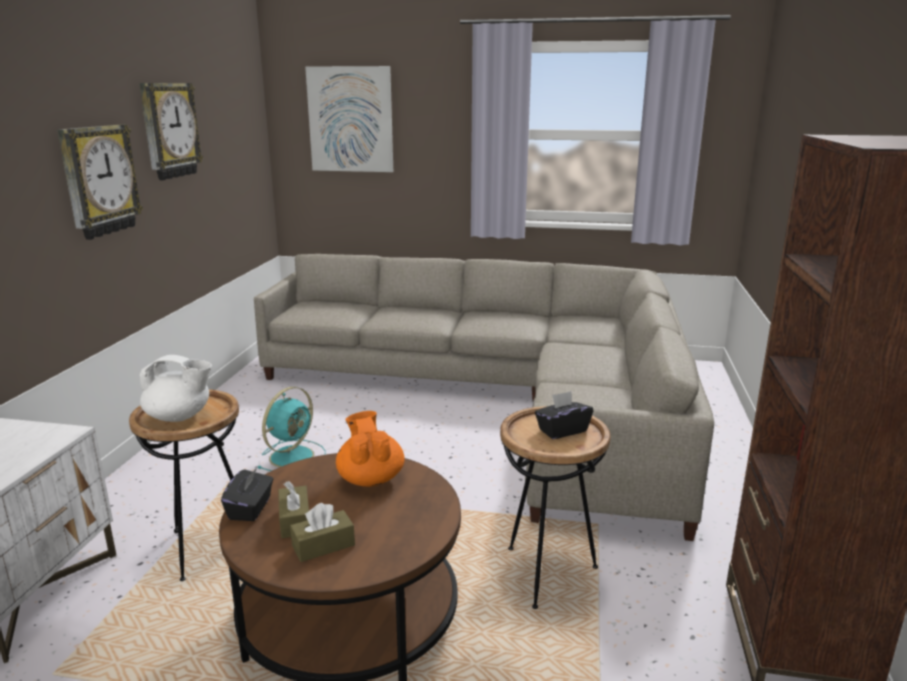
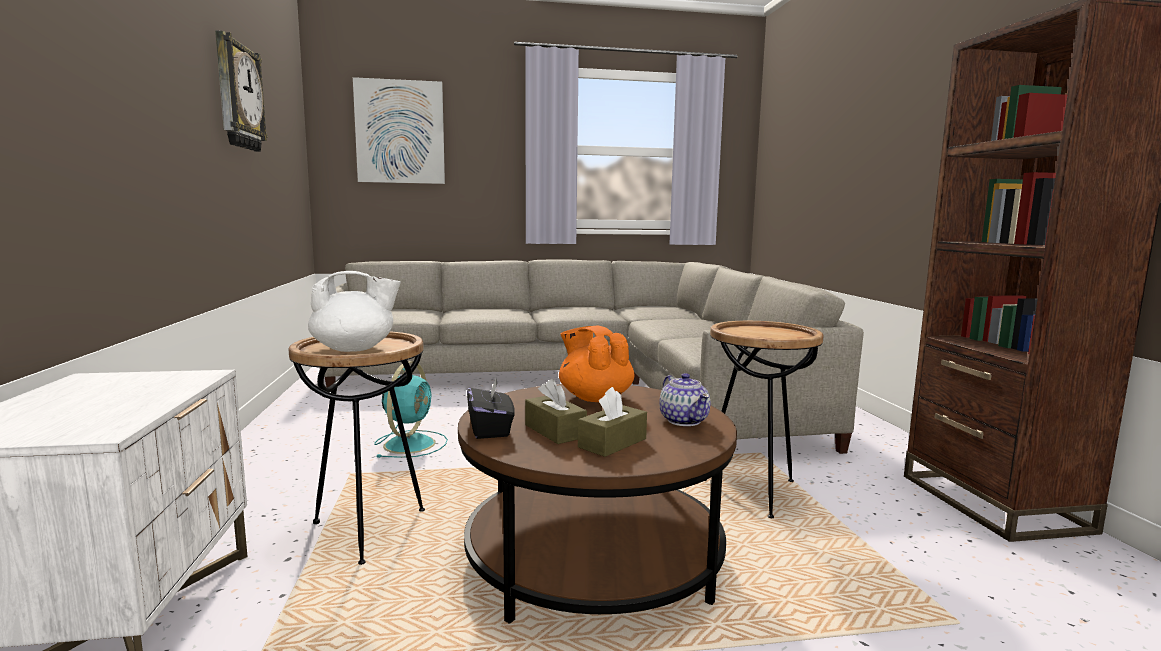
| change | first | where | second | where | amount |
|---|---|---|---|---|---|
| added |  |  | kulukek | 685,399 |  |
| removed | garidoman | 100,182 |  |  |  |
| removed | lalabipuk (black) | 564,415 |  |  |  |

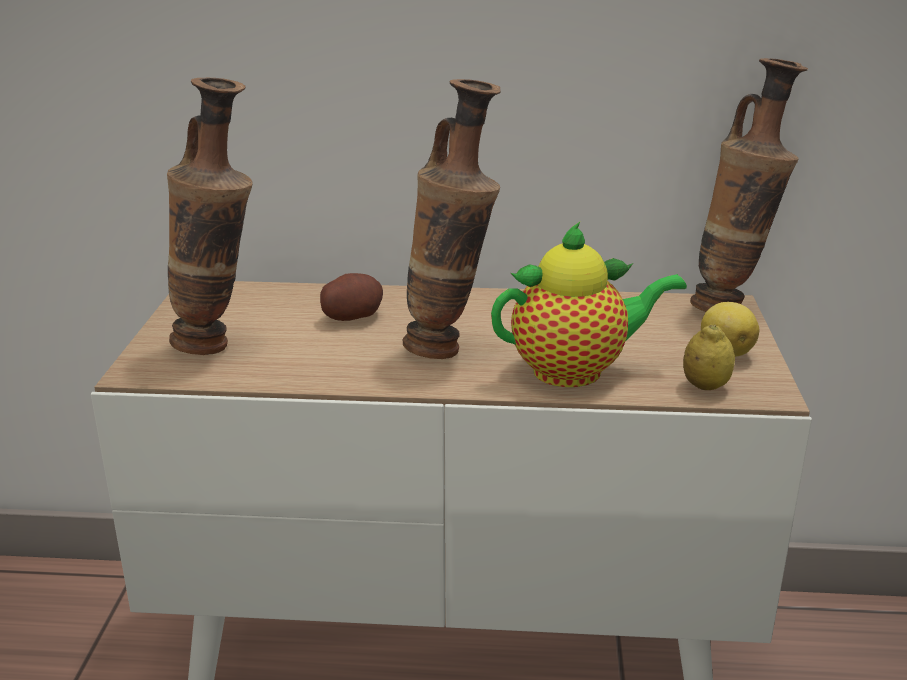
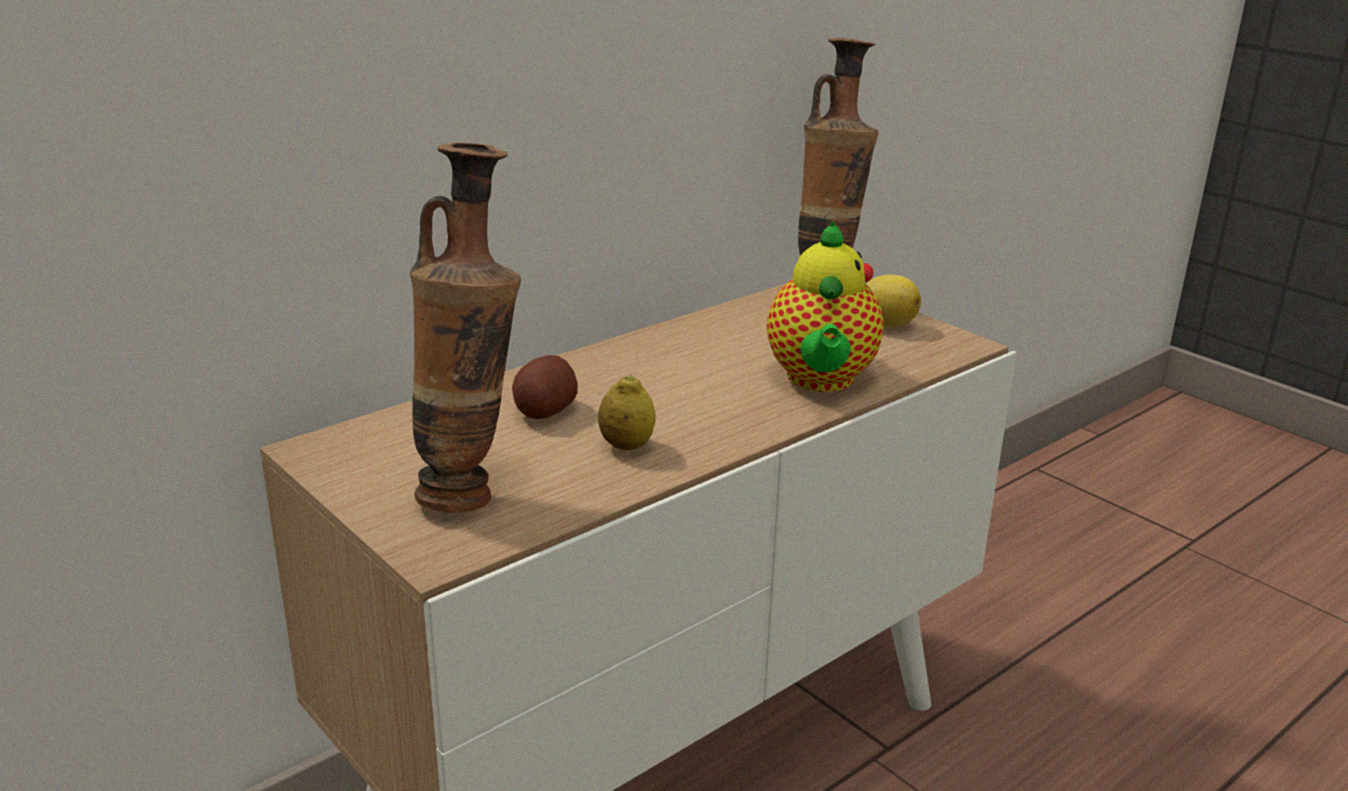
| change | first | where | second | where | amount |
|---|---|---|---|---|---|
| moved | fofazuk | 709,357 |  | 627,412 |  |
| turned | kulukek | 589,304 |  | 825,306 | 150 degrees clockwise |
| removed | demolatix | 451,219 |  |  |  |

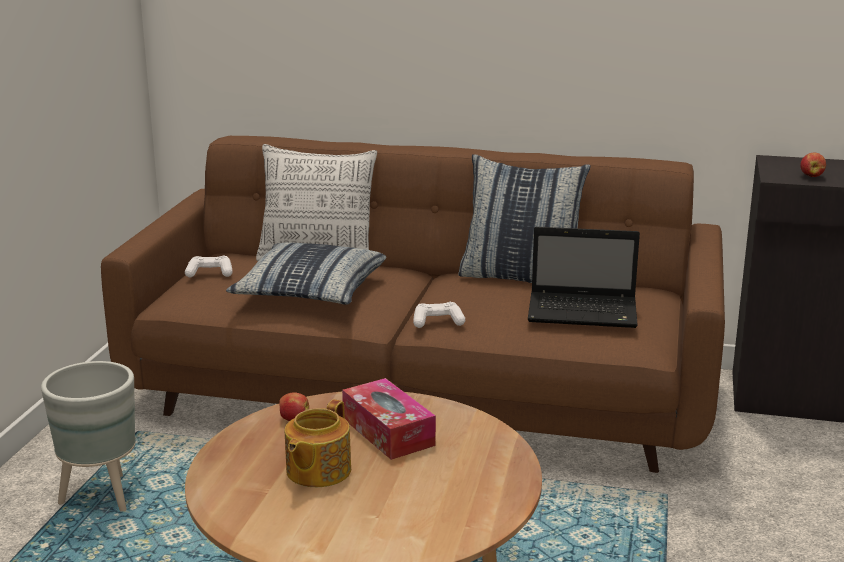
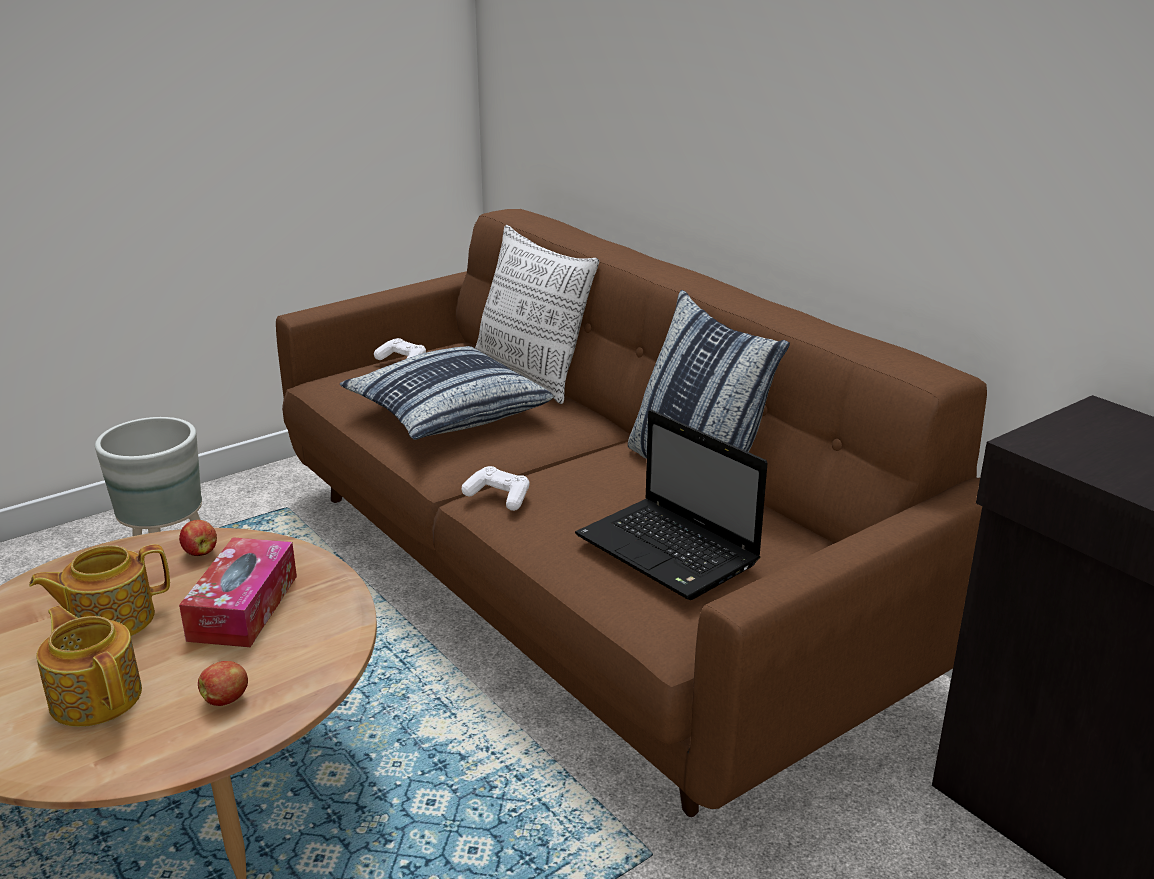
| change | first | where | second | where | amount |
|---|---|---|---|---|---|
| added |  |  | kulukek | 89,666 |  |
| moved | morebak | 813,165 |  | 223,683 |  |

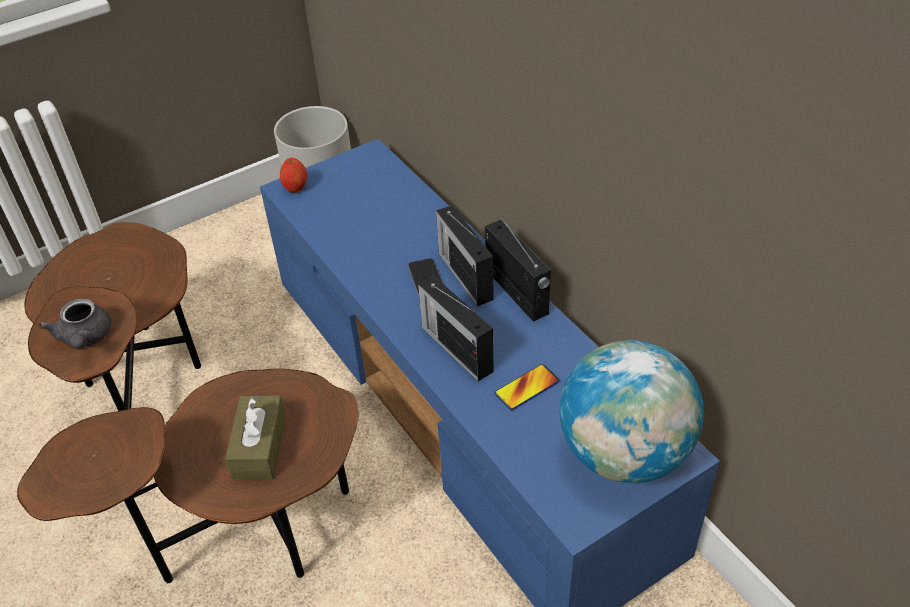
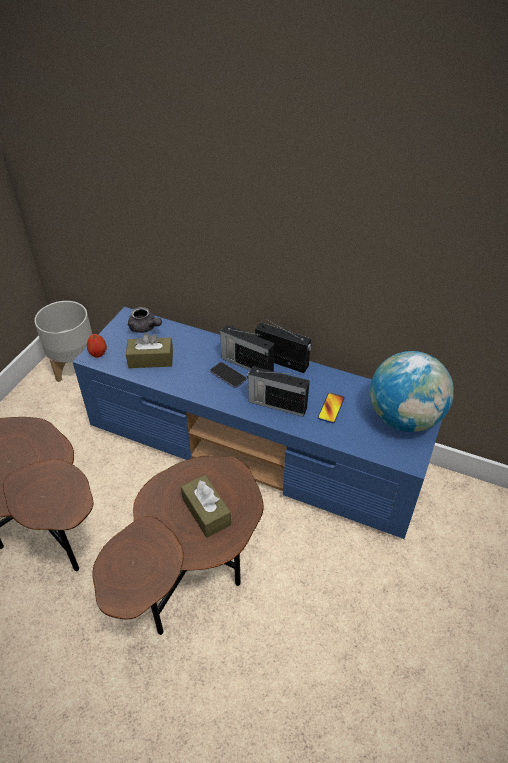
| change | first | where | second | where | amount |
|---|---|---|---|---|---|
| added |  |  | lalabipuk (brown) | 149,350 |  |
| moved | kulukek (grey) | 75,324 |  | 144,320 |  |

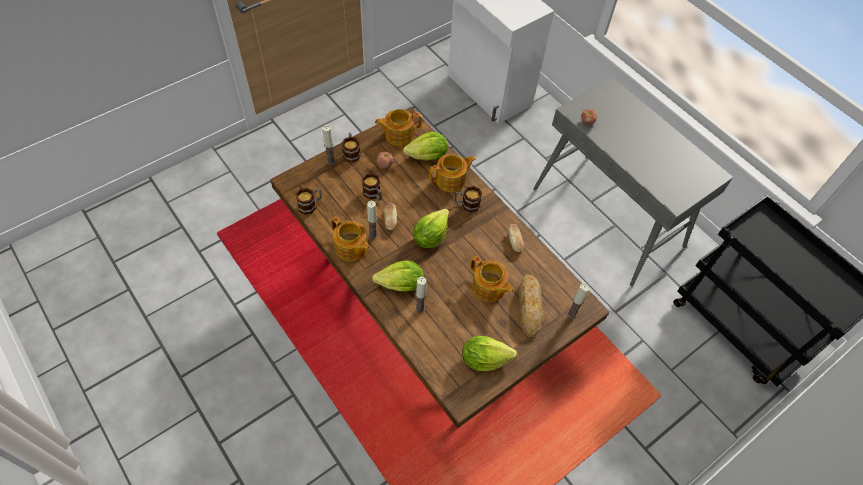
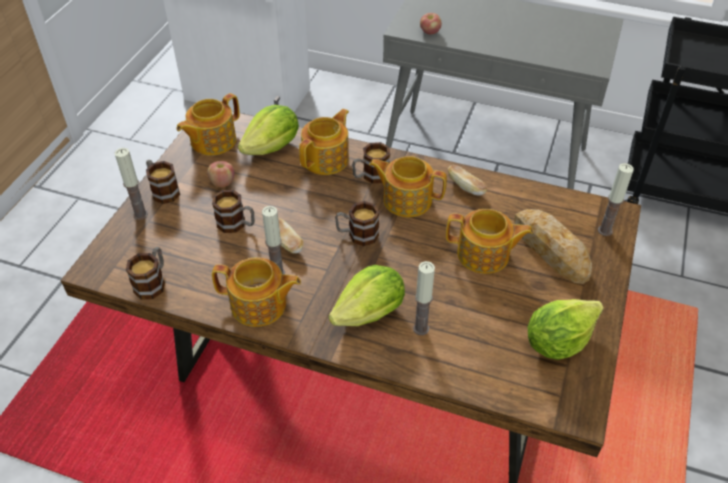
| change | first | where | second | where | amount |
|---|---|---|---|---|---|
| replaced | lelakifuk | 431,228 | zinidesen | 357,223 |  |
| added |  |  | kulukek | 408,186 |  |

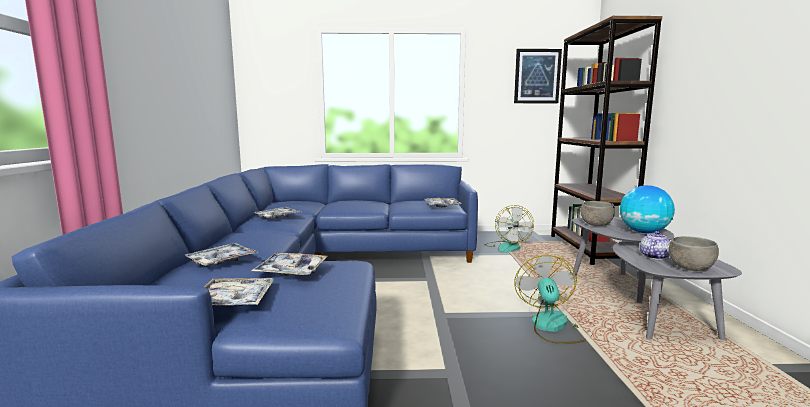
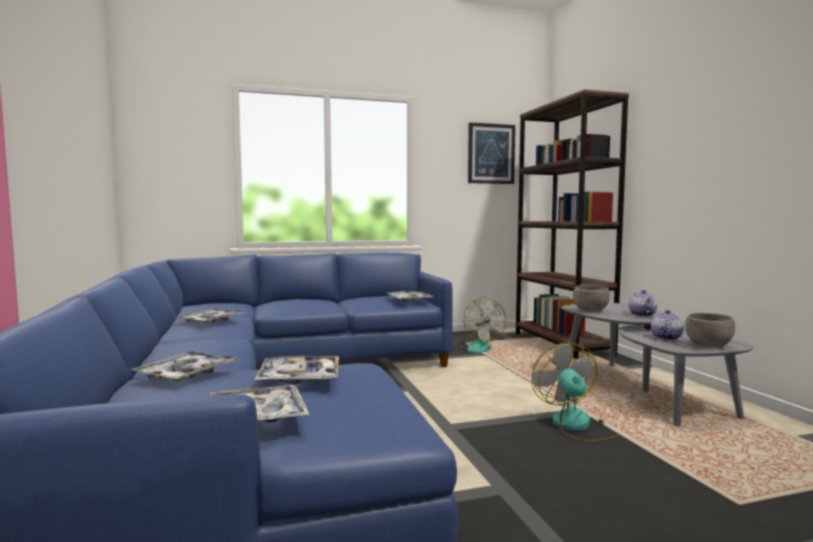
| change | first | where | second | where | amount |
|---|---|---|---|---|---|
| replaced | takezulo | 647,209 | kulukek | 643,303 |  |

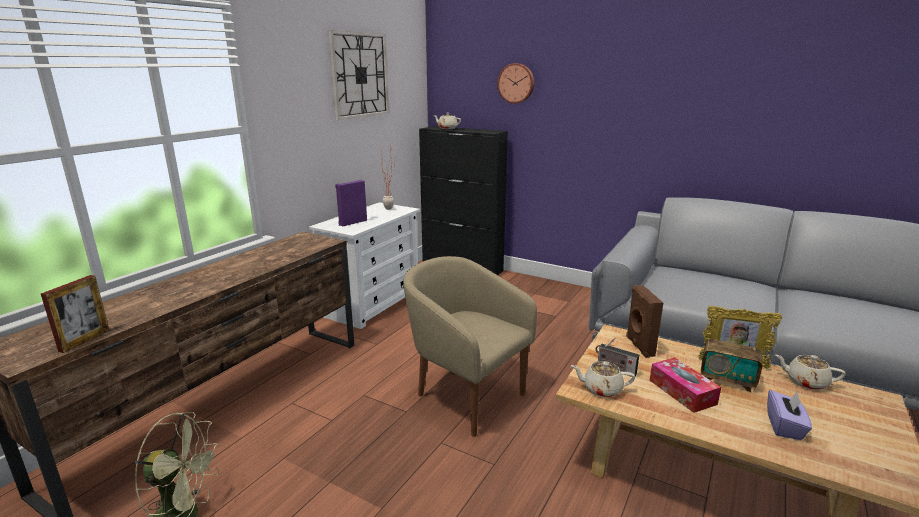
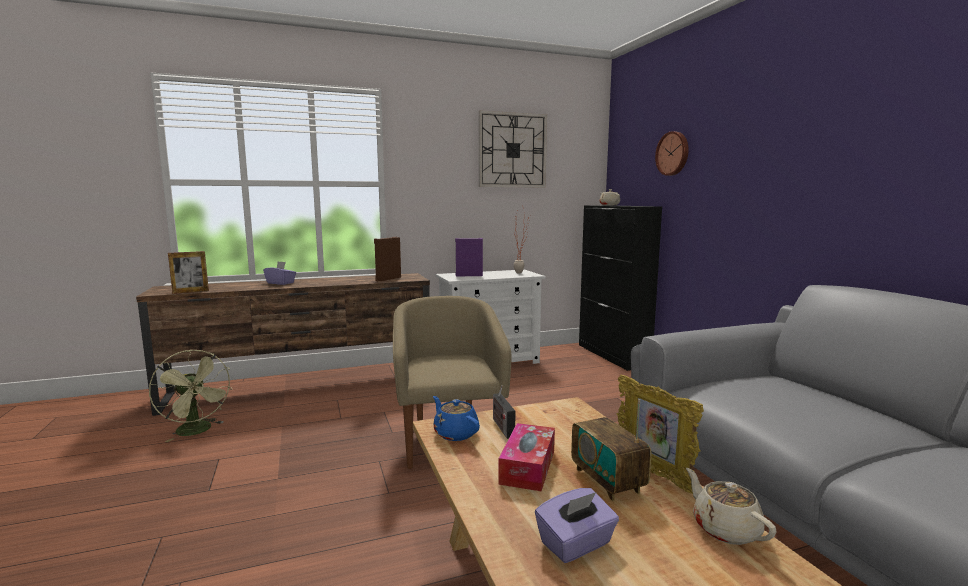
| change | first | where | second | where | amount |
|---|---|---|---|---|---|
| added |  |  | lalabipuk (purple) | 279,273 |  |
| moved | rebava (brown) | 644,321 |  | 387,259 |  |
| recoloured | kulukek (beige) | 603,379 | kulukek (blue) | 456,418 |  |

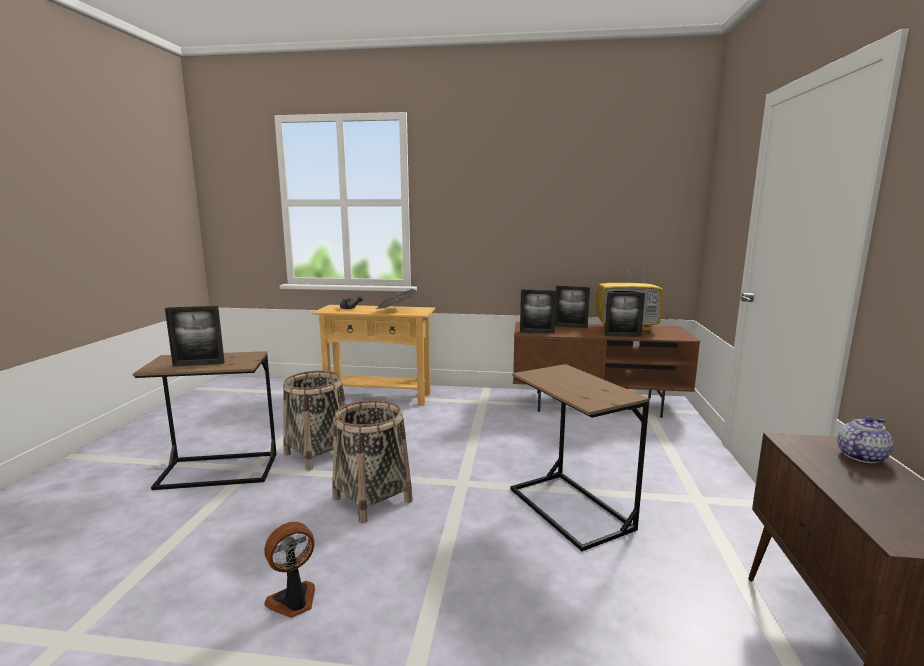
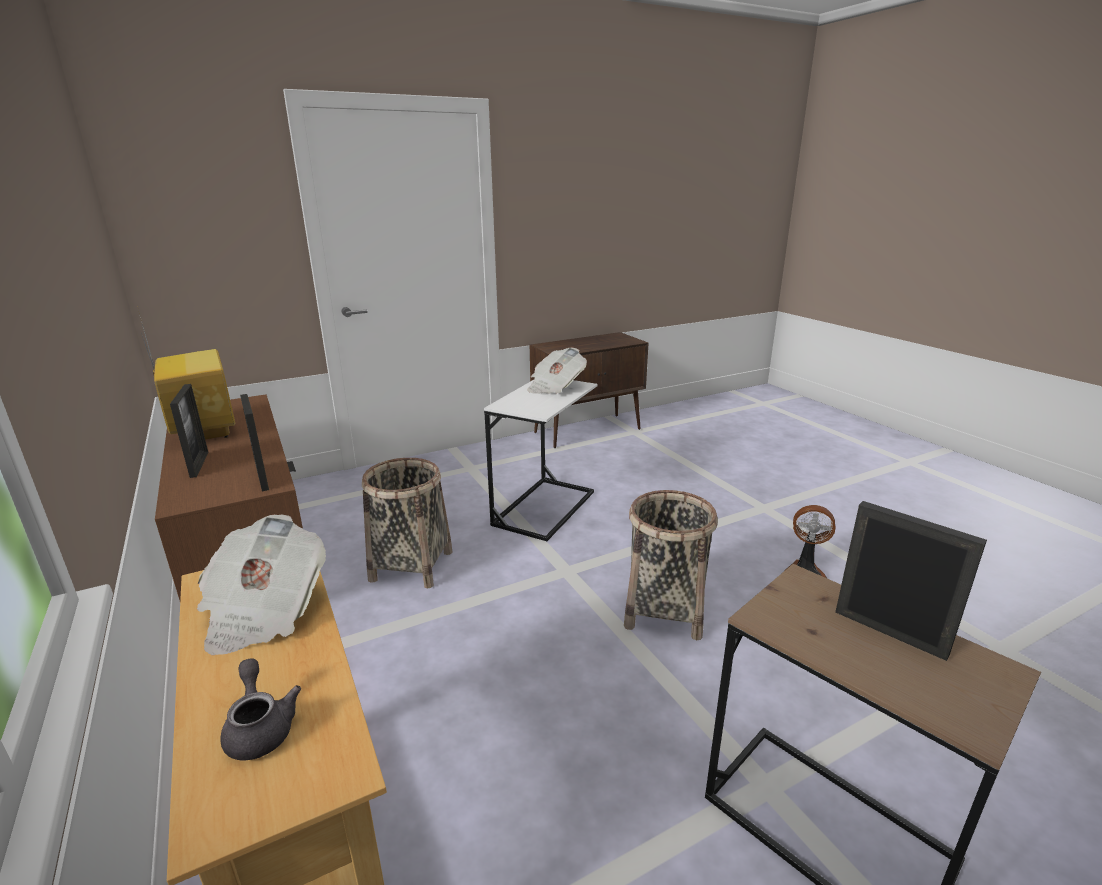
| change | first | where | second | where | amount |
|---|---|---|---|---|---|
| moved | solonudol | 314,420 |  | 407,523 |  |
| recoloured | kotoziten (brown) | 580,457 | kotoziten (white) | 541,460 |  |
| added |  |  | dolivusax | 557,370 |  |
| removed | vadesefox | 625,314 |  |  |  |
| removed | kulukek | 866,439 |  |  |  |

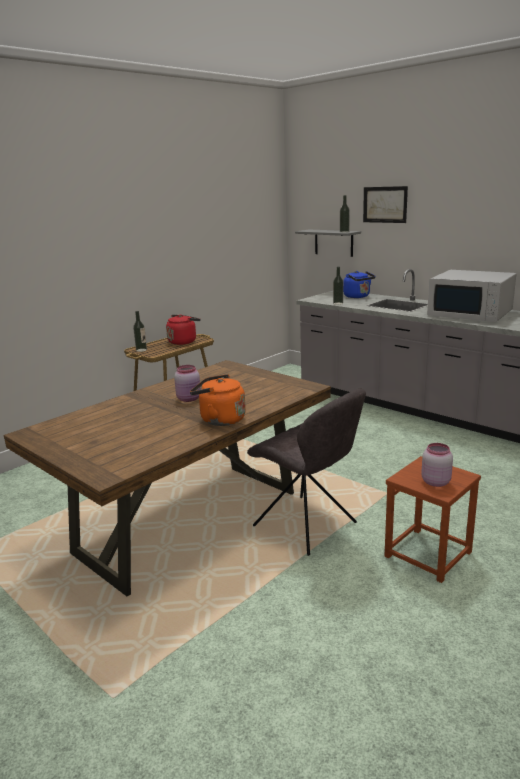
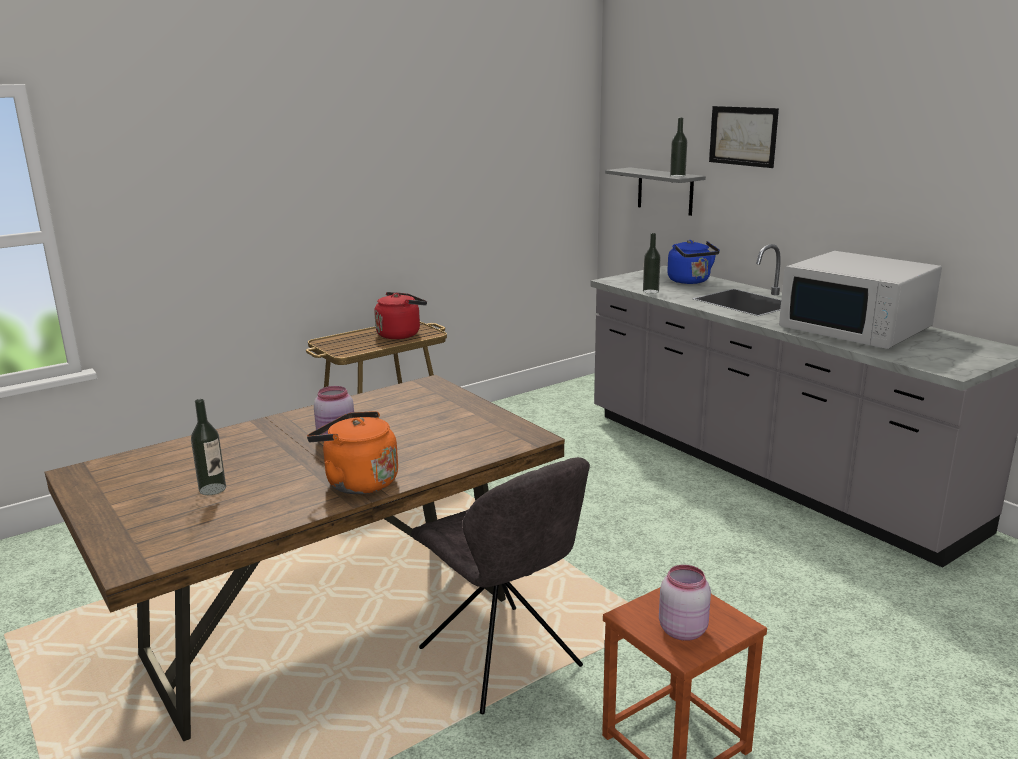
| change | first | where | second | where | amount |
|---|---|---|---|---|---|
| moved | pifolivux | 140,331 |  | 208,447 |  |

